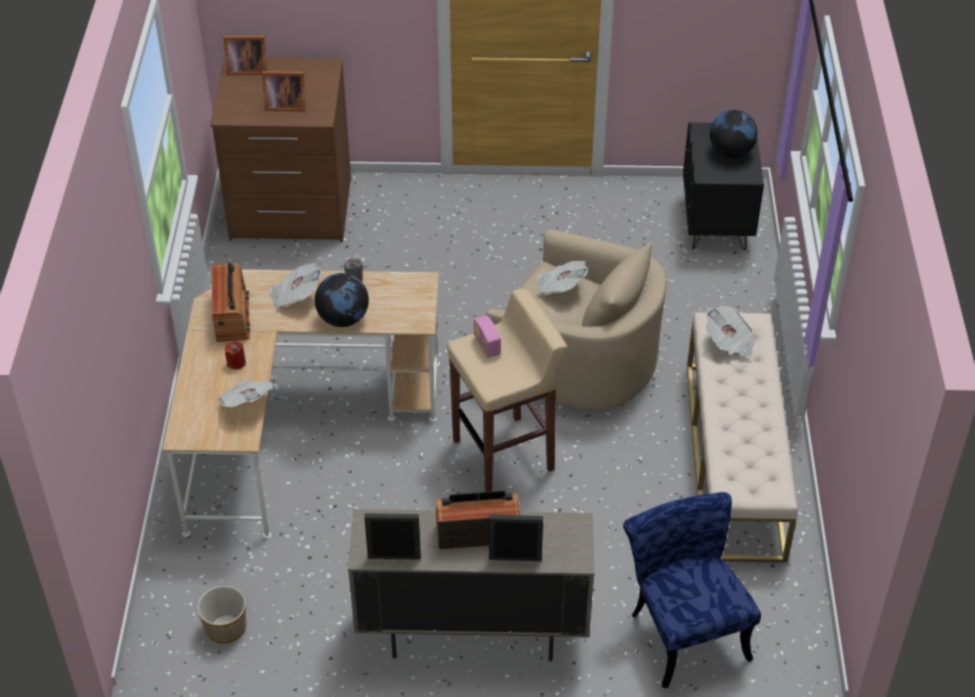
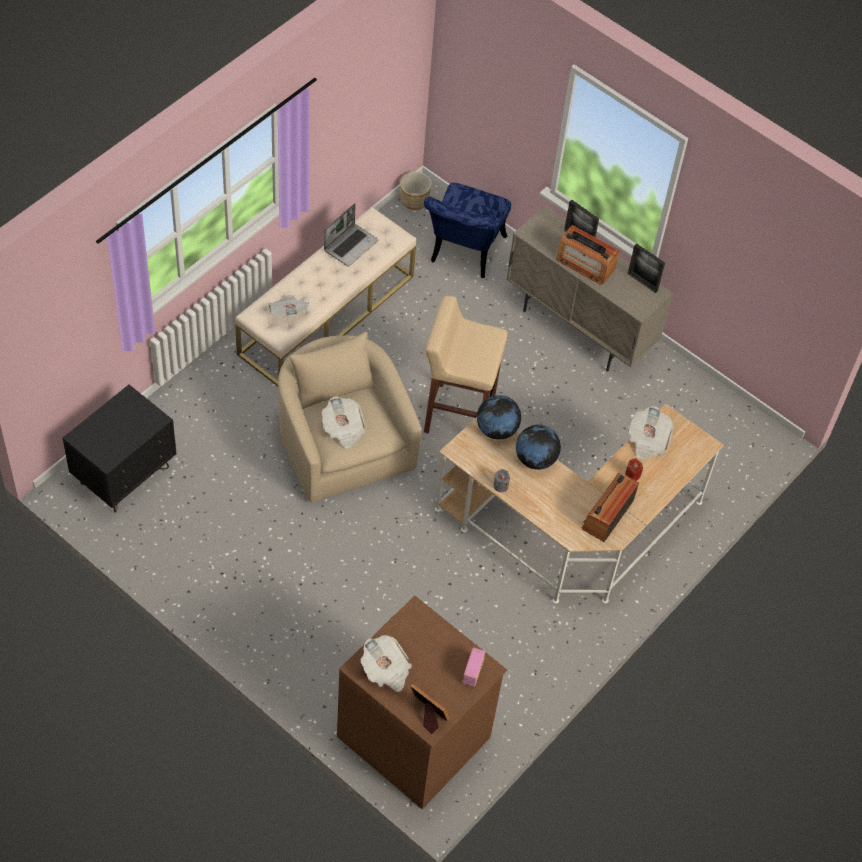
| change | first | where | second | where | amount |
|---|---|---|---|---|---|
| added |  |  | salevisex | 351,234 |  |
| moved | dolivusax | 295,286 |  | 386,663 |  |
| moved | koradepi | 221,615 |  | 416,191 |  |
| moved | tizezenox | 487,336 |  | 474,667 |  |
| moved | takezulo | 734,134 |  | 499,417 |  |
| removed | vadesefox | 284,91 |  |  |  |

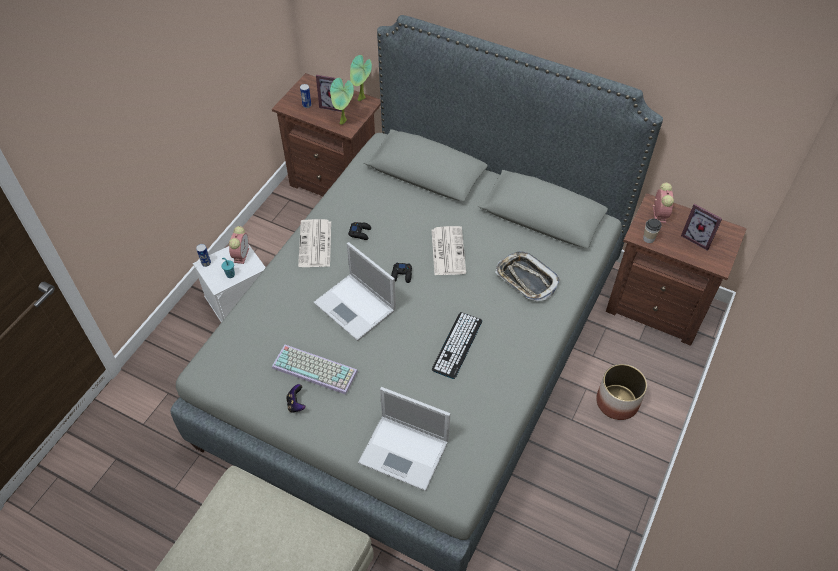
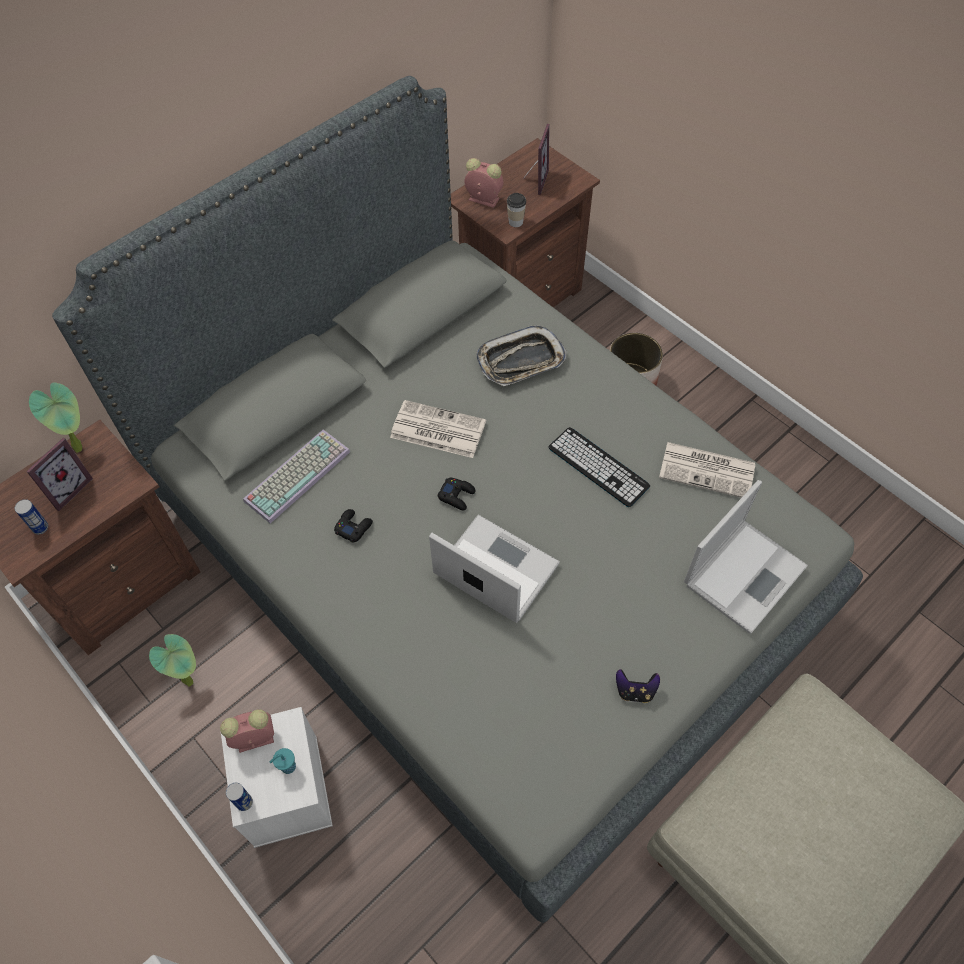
| change | first | where | second | where | amount |
|---|---|---|---|---|---|
| moved | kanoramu | 342,101 |  | 172,660 |  |
| turned | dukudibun | 239,245 |  | 247,731 | 45 degrees counterclockwise |
| moved | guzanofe | 315,370 |  | 296,476 |  |
| turned | salevisex | 354,291 |  | 494,569 | 120 degrees counterclockwise |
| turned | vadesefox | 701,227 |  | 537,159 | 45 degrees counterclockwise |
| moved | dolivusax | 314,243 |  | 707,470 |  |

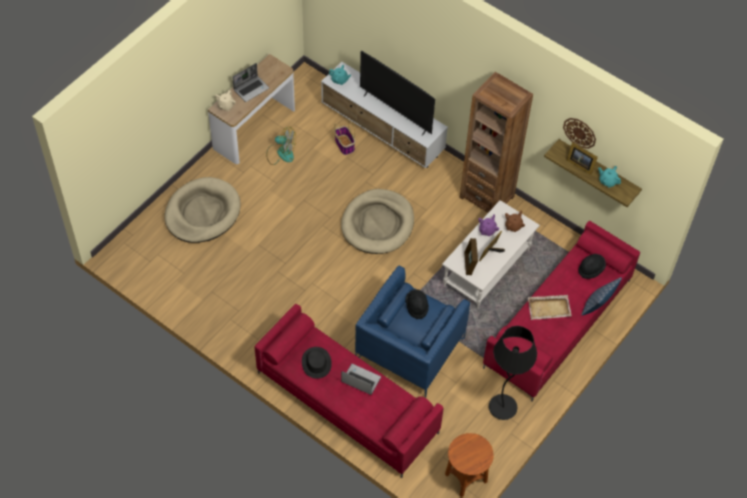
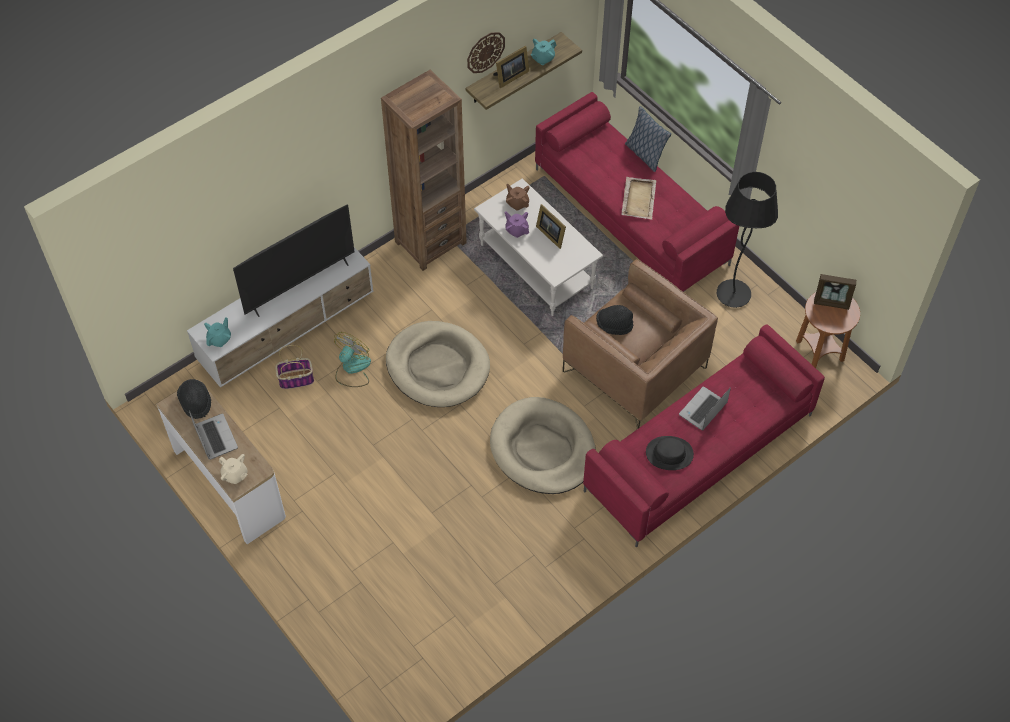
| change | first | where | second | where | amount |
|---|---|---|---|---|---|
| moved | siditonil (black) | 592,266 |  | 194,399 |  |
| moved | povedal | 281,146 |  | 352,359 |  |
| moved | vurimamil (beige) | 203,210 |  | 543,445 |  |
| recoloured | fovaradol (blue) | 412,331 | fovaradol (brown) | 640,344 |  |
| moved | vadesefox | 471,256 |  | 835,292 |  |

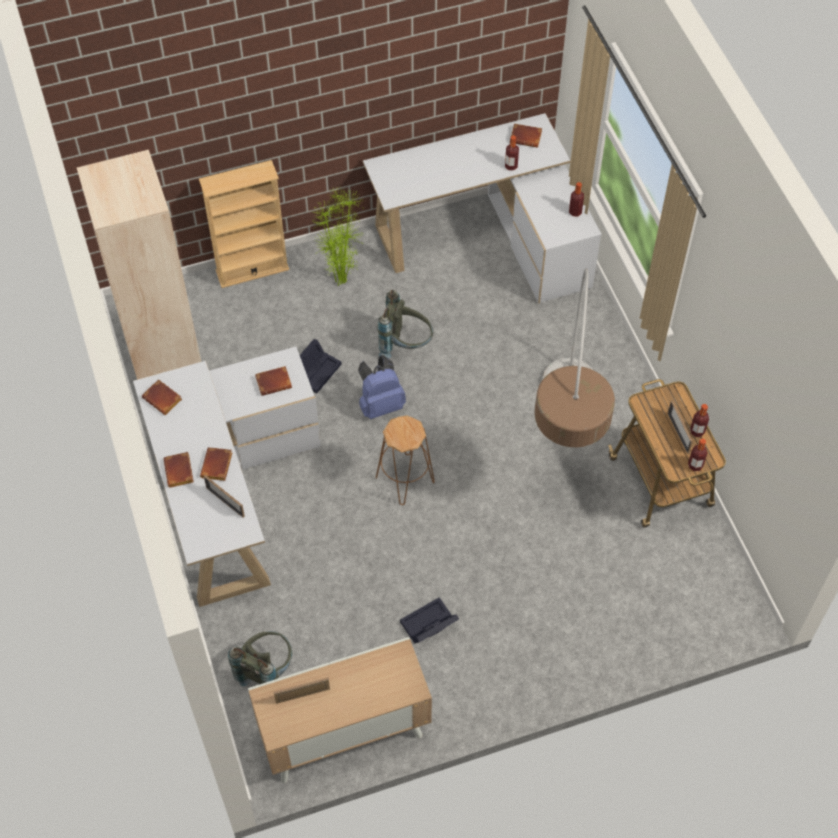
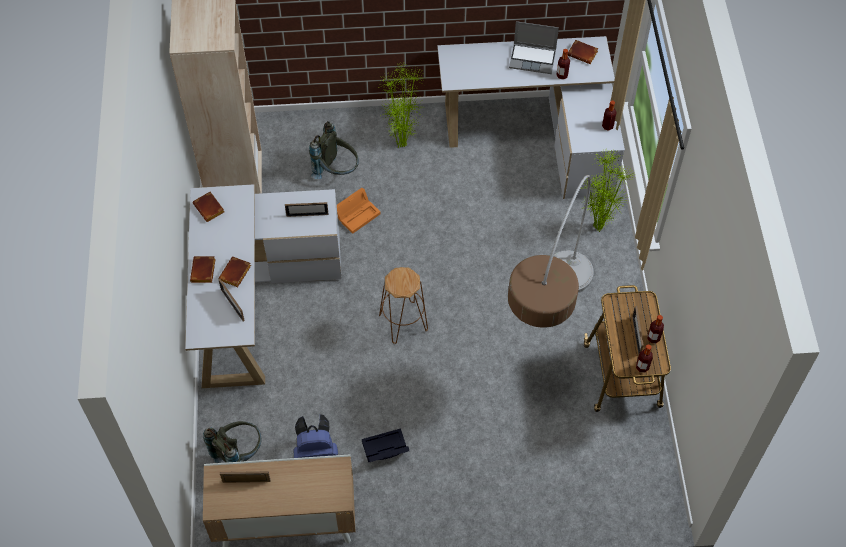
| change | first | where | second | where | amount |
|---|---|---|---|---|---|
| replaced | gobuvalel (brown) | 273,381 | vadesefox | 306,209 |  |
| moved | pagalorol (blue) | 382,387 |  | 315,436 |  |
| moved | pagalorol (grey) | 405,324 |  | 334,150 |  |
| recoloured | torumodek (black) | 320,366 | torumodek (orange) | 359,211 |  |
| added |  |  | salevisex | 534,47 |  |
| added |  |  | kanoramu | 608,191 |  |
| removed | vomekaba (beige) | 244,224 |  |  |  |

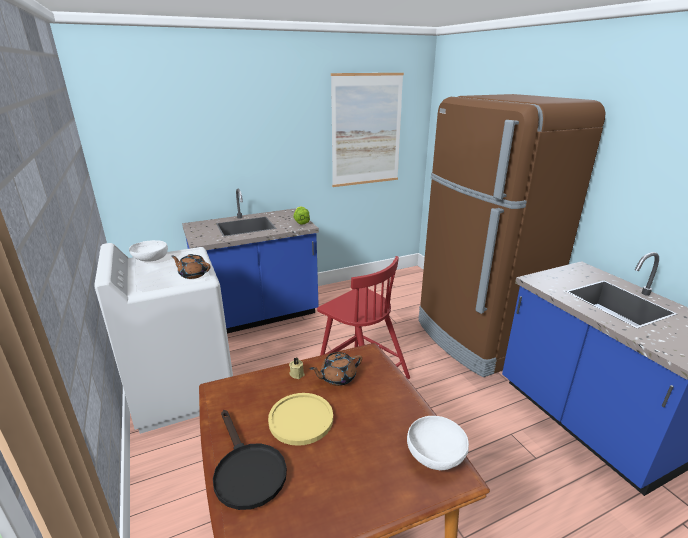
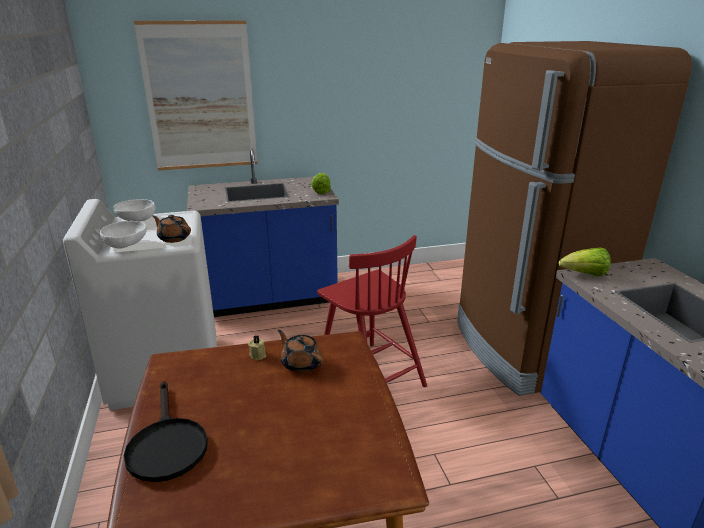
| change | first | where | second | where | amount |
|---|---|---|---|---|---|
| moved | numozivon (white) | 438,443 |  | 123,234 |  |
| moved | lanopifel | 367,130 |  | 196,95 |  |
| turned | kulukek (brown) | 336,369 |  | 301,351 | 60 degrees clockwise |
| added |  |  | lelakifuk | 585,262 |  |
| removed | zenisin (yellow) | 300,419 |  |  |  |

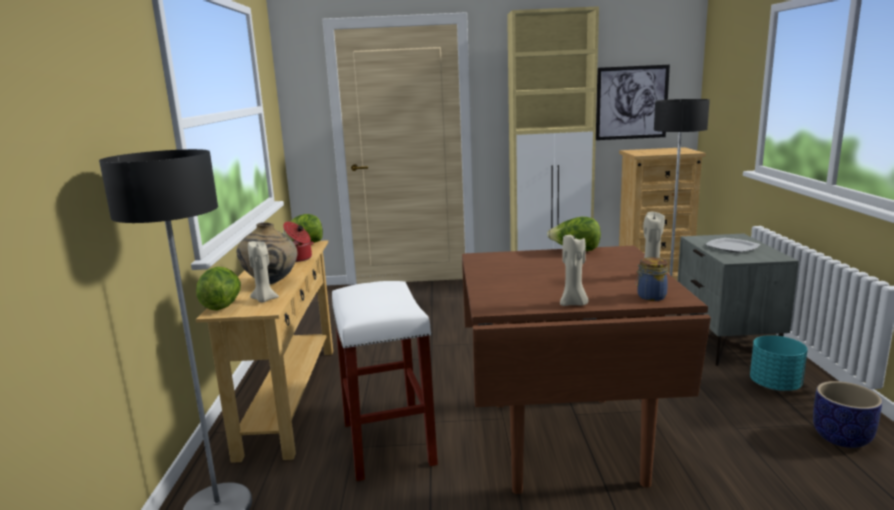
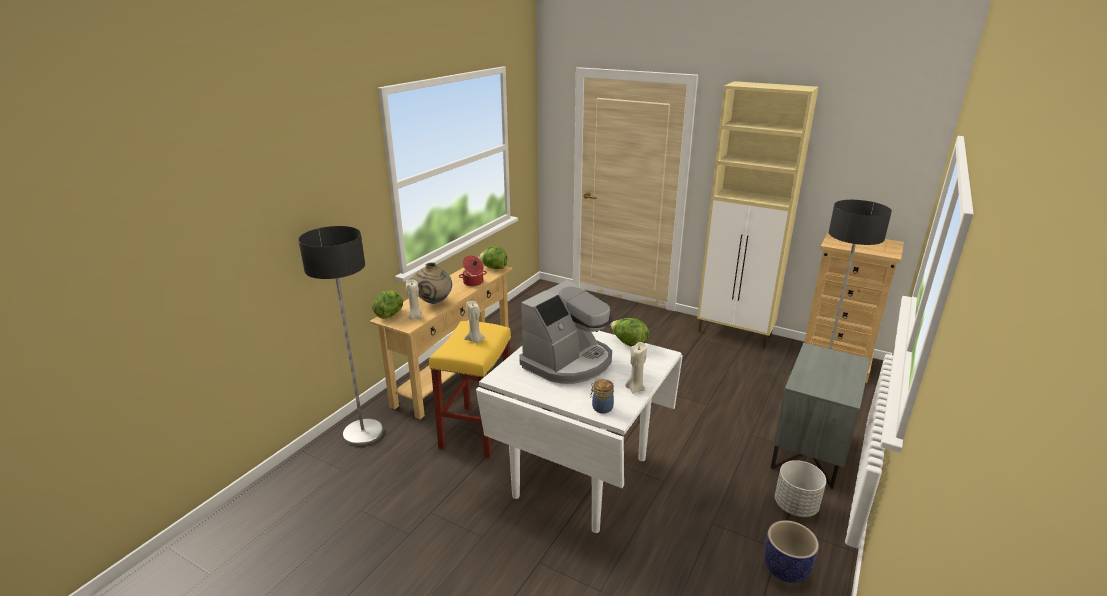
| change | first | where | second | where | amount |
|---|---|---|---|---|---|
| recoloured | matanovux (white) | 385,381 | matanovux (yellow) | 470,389 |  |
| moved | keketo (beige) | 574,269 |  | 474,322 |  |
| recoloured | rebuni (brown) | 586,370 | rebuni (white) | 579,432 |  |
| added |  |  | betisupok | 565,332 |  |
| recoloured | koradepi (turquoise) | 779,363 | koradepi (grey) | 800,488 |  |
| removed | lanopifel | 633,102 |  |  |  |
| removed | zenisin | 732,245 |  |  |  |

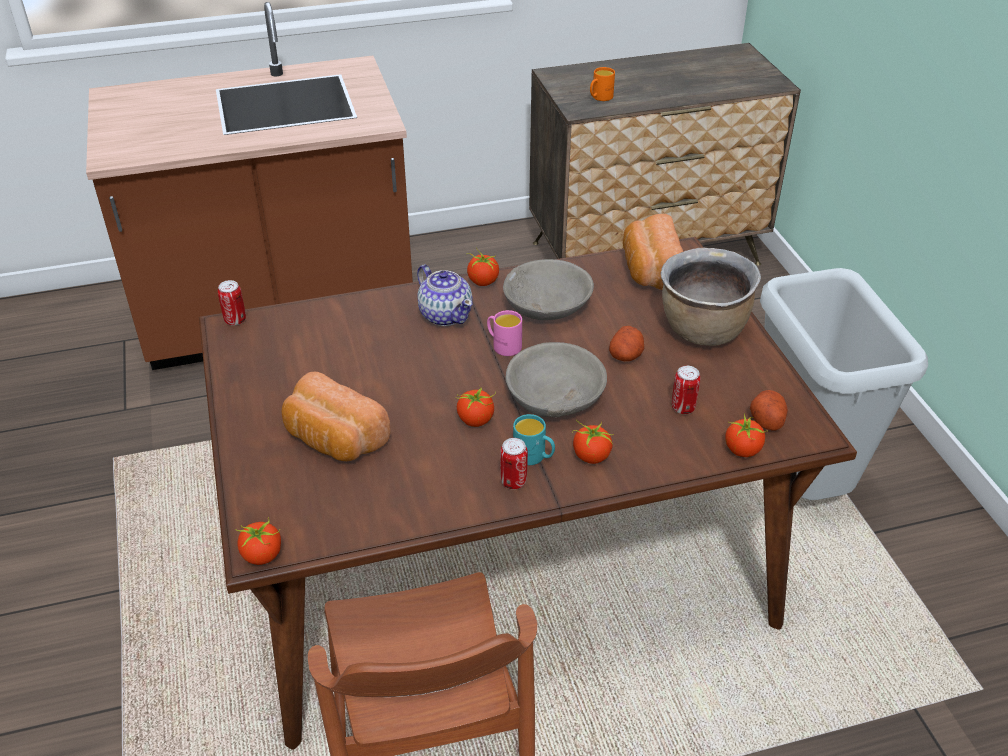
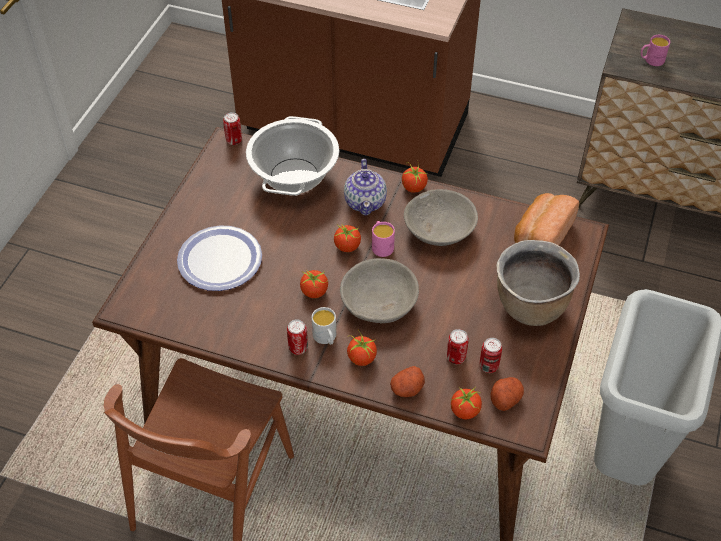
| change | first | where | second | where | amount |
|---|---|---|---|---|---|
| replaced | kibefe | 336,416 | zenisin | 219,258 |  |
| added |  |  | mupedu | 292,156 |  |
| recoloured | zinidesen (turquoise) | 534,439 | zinidesen (white) | 324,326 |  |
| moved | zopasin | 258,541 |  | 347,237 |  |
| moved | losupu | 626,343 |  | 407,381 |  |
| added |  |  | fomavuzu | 491,355 |  |
| recoloured | zinidesen (orange) | 602,84 | zinidesen (pink) | 655,50 |  |

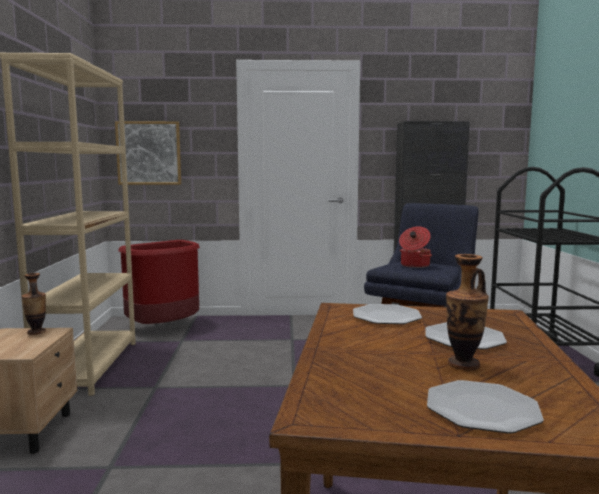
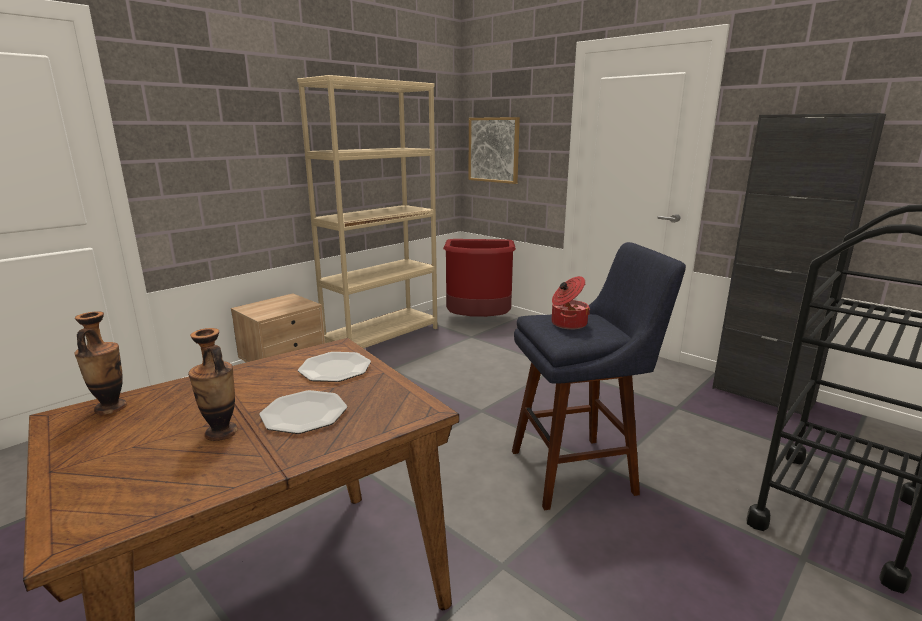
| change | first | where | second | where | amount |
|---|---|---|---|---|---|
| moved | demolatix | 33,304 |  | 100,363 |  |
| removed | zenisin | 485,407 |  |  |  |

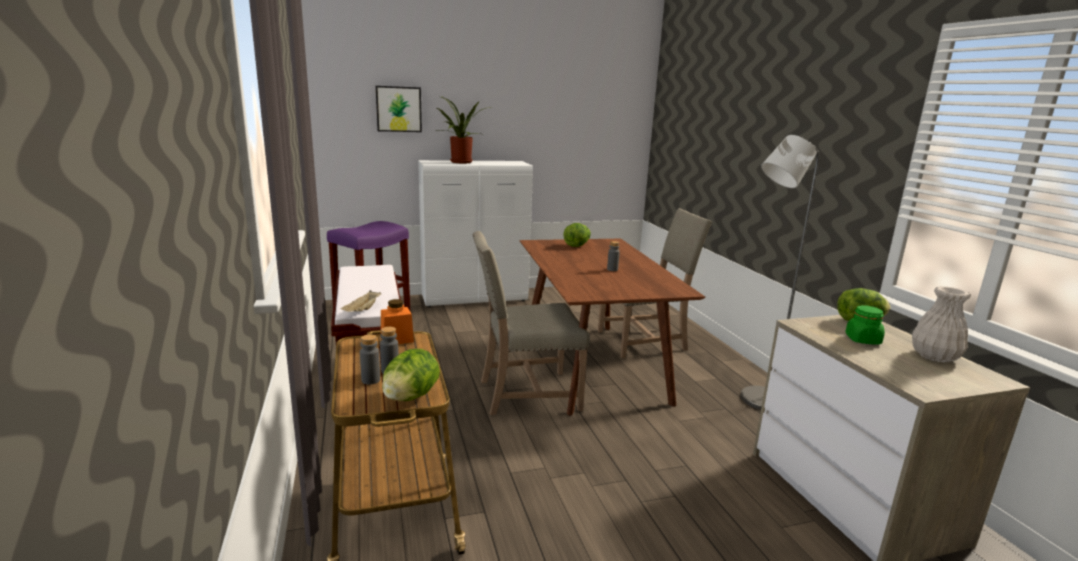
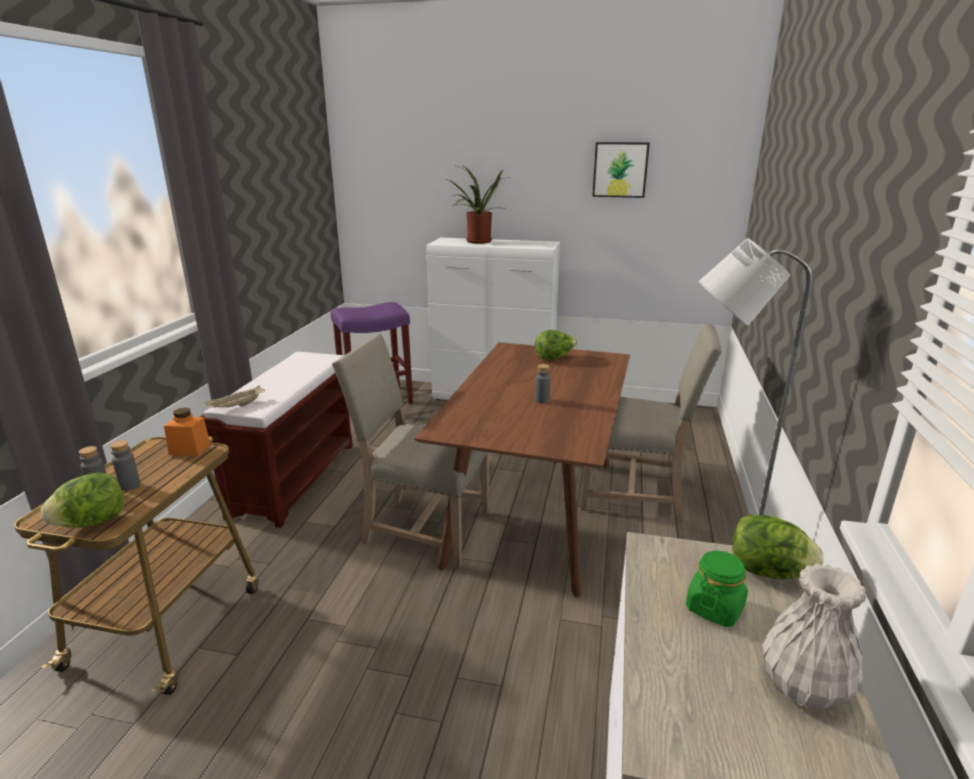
| change | first | where | second | where | amount |
|---|---|---|---|---|---|
| moved | lanopifel | 399,109 |  | 621,170 |  |

